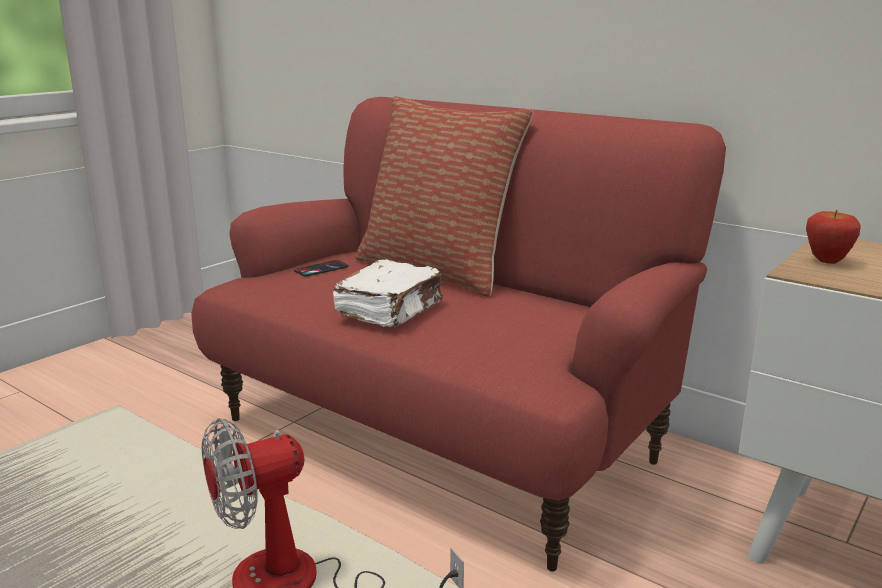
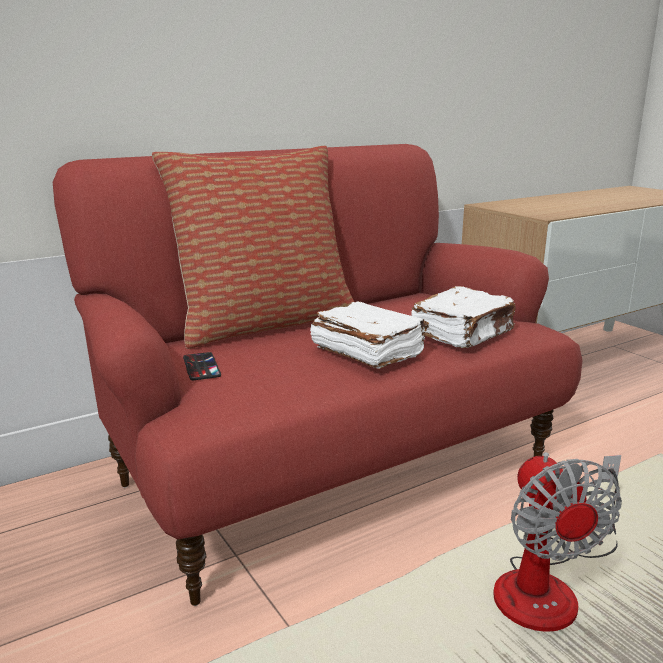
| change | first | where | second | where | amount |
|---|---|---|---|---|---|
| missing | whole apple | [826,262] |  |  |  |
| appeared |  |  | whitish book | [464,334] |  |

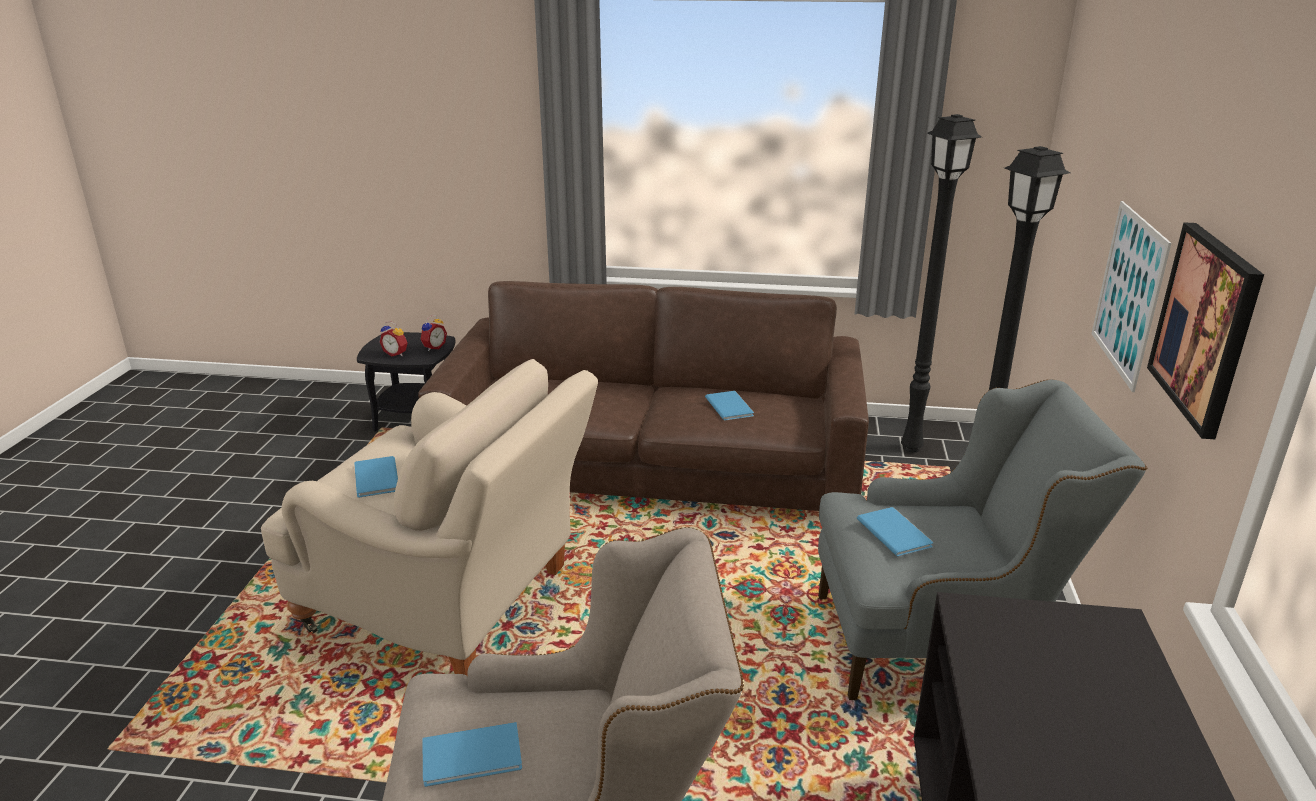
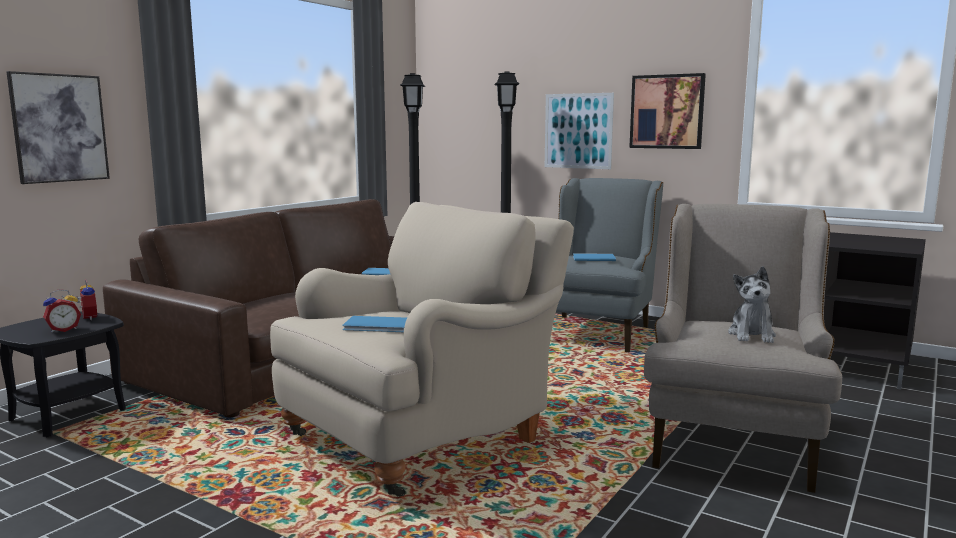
| change | first | where | second | where | amount |
|---|---|---|---|---|---|
| appeared |  |  | wall picture | [59,128] |  |
| exchanged | blue book | [474,757] | cuddly toy | [752,335] |  |

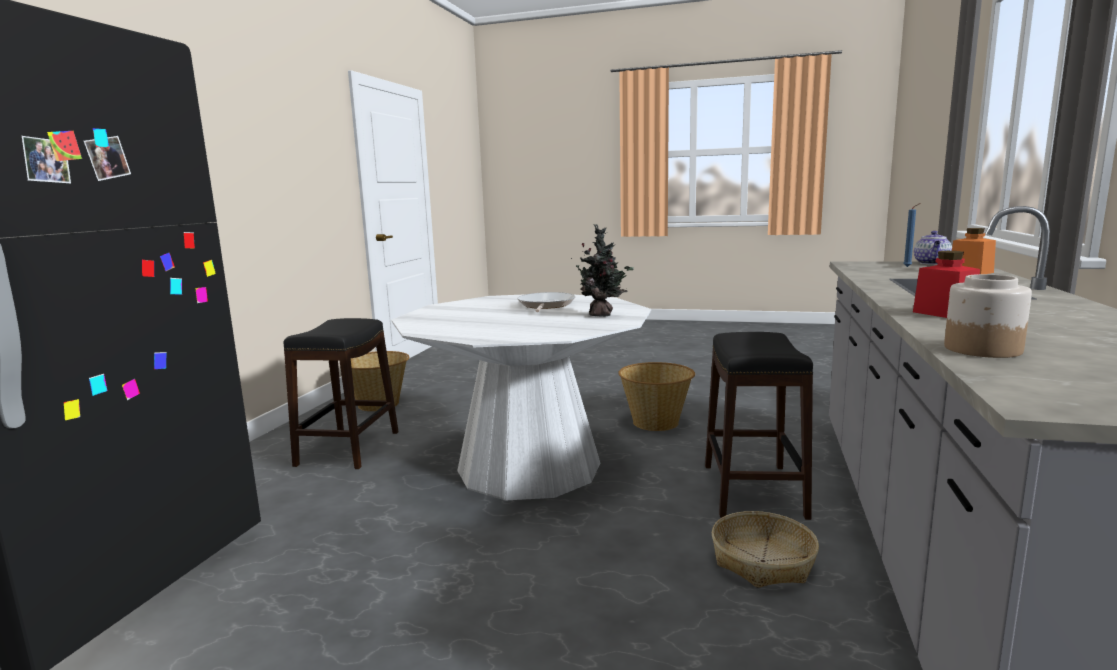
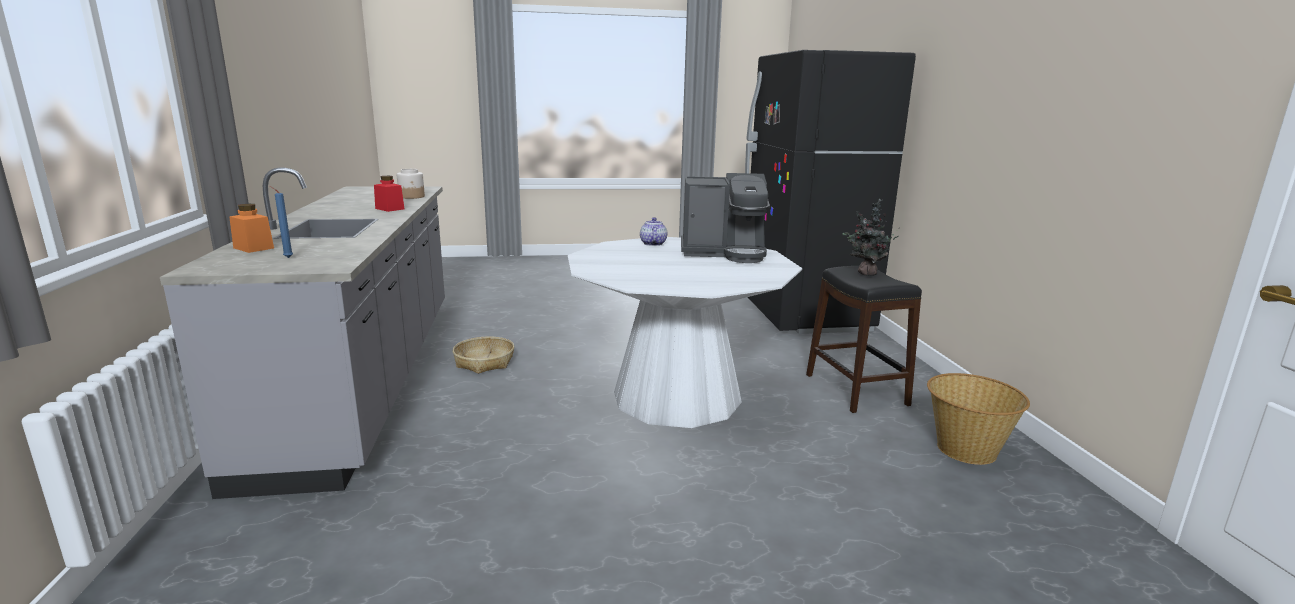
| change | first | where | second | where | amount |
|---|---|---|---|---|---|
| missing | skillet | [545,305] |  |  |  |
| missing | household basket | [656,423] |  |  |  |
| missing | black sitting stool | [754,490] |  |  |  |
| appeared |  |  | coffee maker | [724,253] |  |
| relocated | potted plant | [603,315] |  | [865,274] |  |
| relocated | pot for tea | [932,263] |  | [652,244] |  |

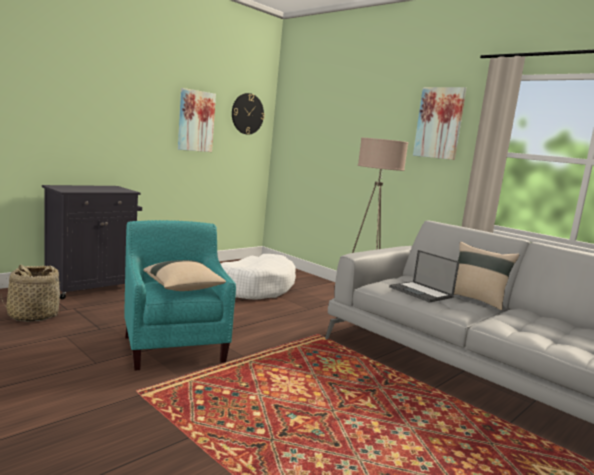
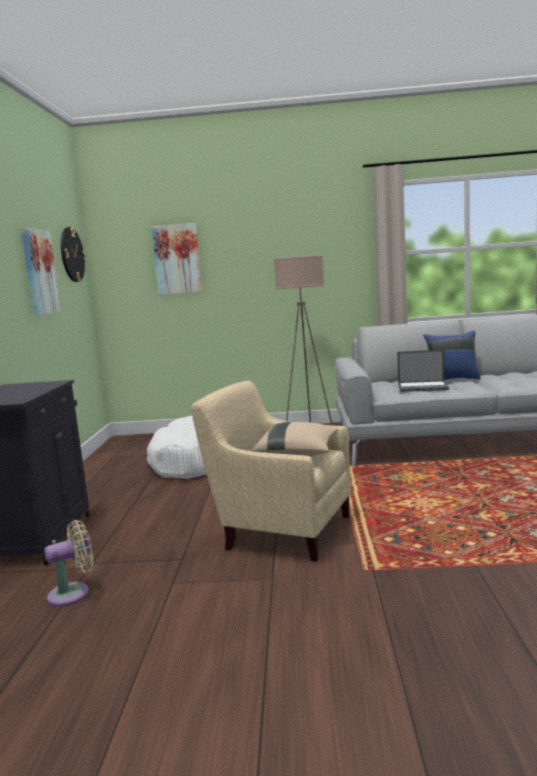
| change | first | where | second | where | amount |
|---|---|---|---|---|---|
| relocated | wall picture | [439,123] |  | [177,259] |  |
| exchanged | household basket | [33,315] | sand-coloured cooling fan | [73,593] |  |
| colour | turquoise-coloured lounge chair | [175,345] | sand-coloured lounge chair | [282,529] |  |
| colour | sand-coloured throw pillow | [476,300] | blue throw pillow | [452,379] |  |

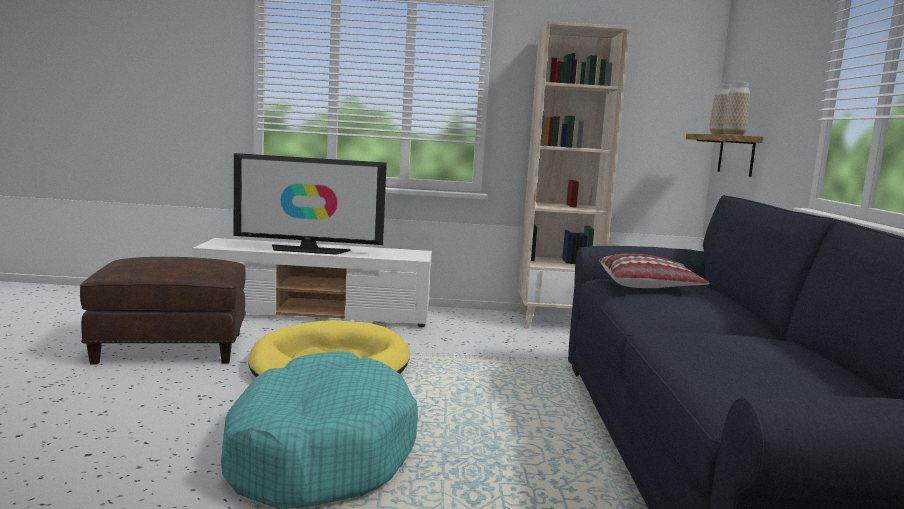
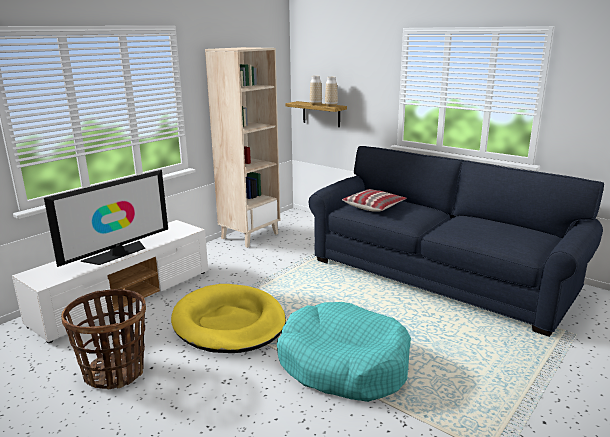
| change | first | where | second | where | amount |
|---|---|---|---|---|---|
| exchanged | brown-coloured footrest | [172,347] | household basket | [115,372] |  |

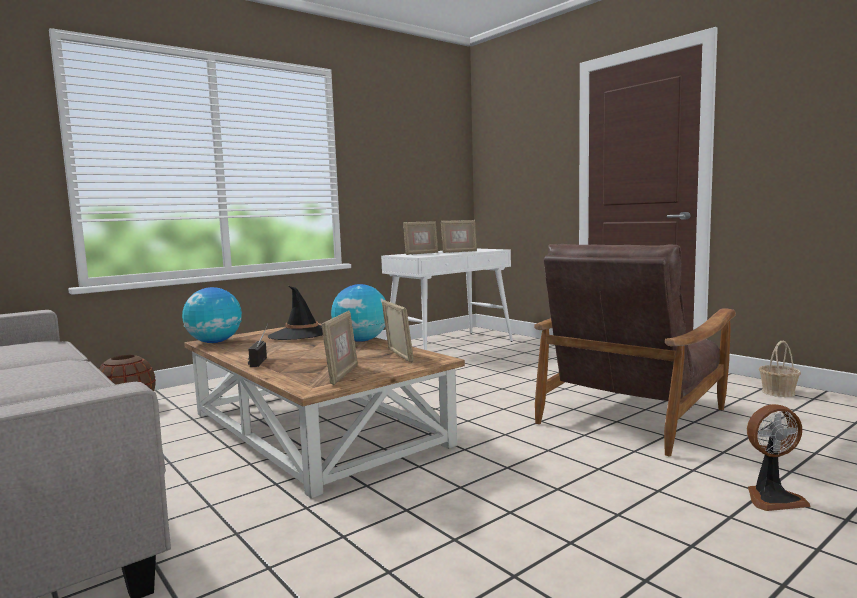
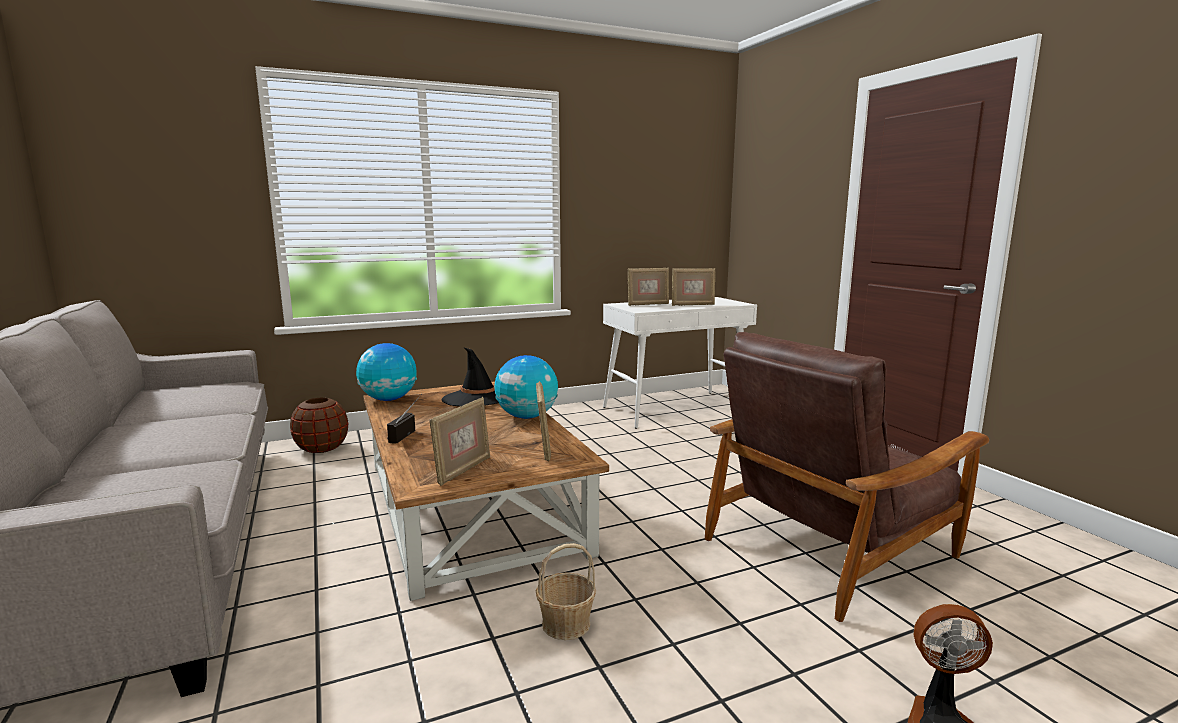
| change | first | where | second | where | amount |
|---|---|---|---|---|---|
| relocated | household basket | [778,392] |  | [565,624] |  |

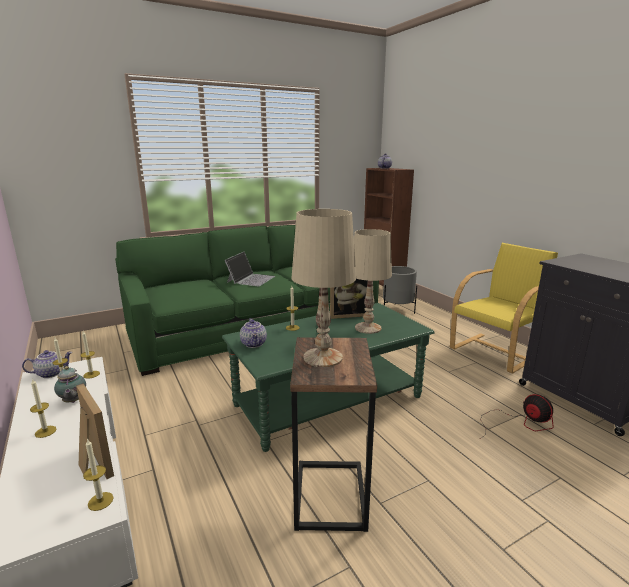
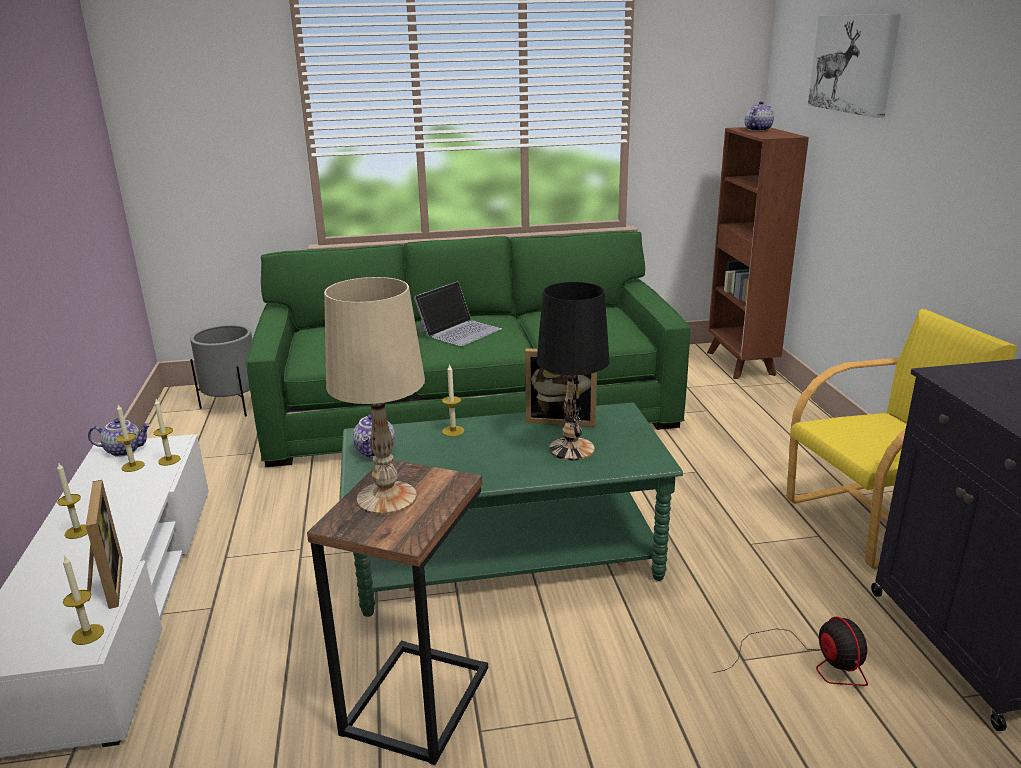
| change | first | where | second | where | amount |
|---|---|---|---|---|---|
| missing | pot for tea | [73,401] |  |  |  |
| appeared |  |  | wall picture | [854,63] |  |
| relocated | greyish plant pot | [397,310] |  | [233,405] |  |
| colour | sand-coloured table lamp | [367,328] | black table lamp | [571,449] |  |

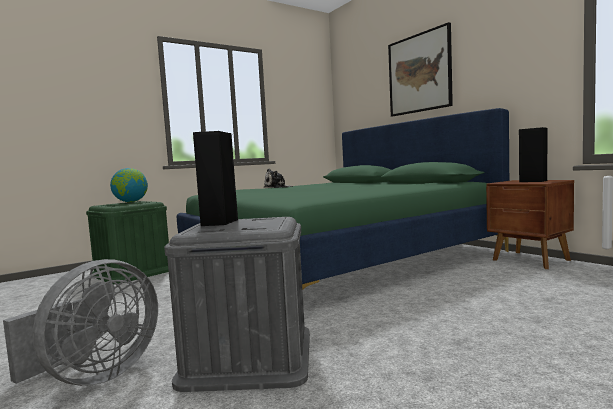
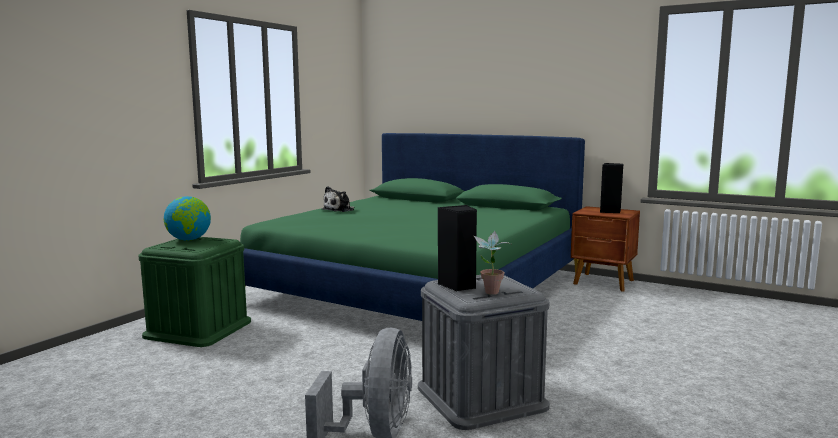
| change | first | where | second | where | amount |
|---|---|---|---|---|---|
| missing | wall picture | [419,73] |  |  |  |
| appeared |  |  | potted plant | [490,294] |  |

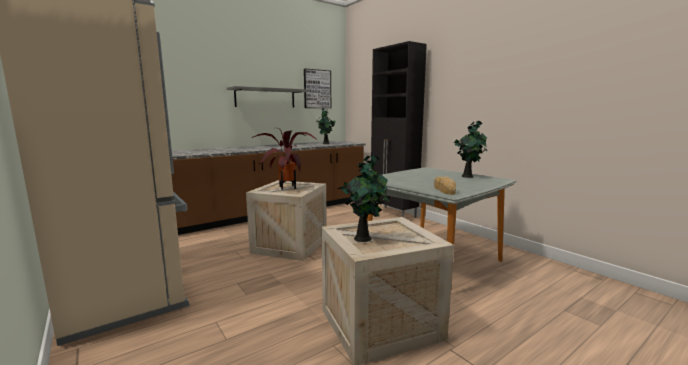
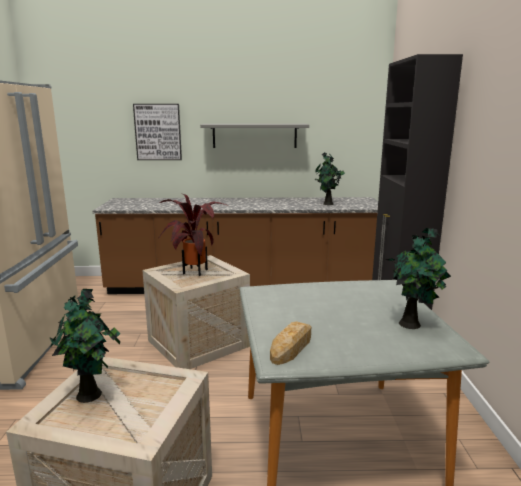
| change | first | where | second | where | amount |
|---|---|---|---|---|---|
| relocated | wall picture | [317,89] |  | [158,132] |  |

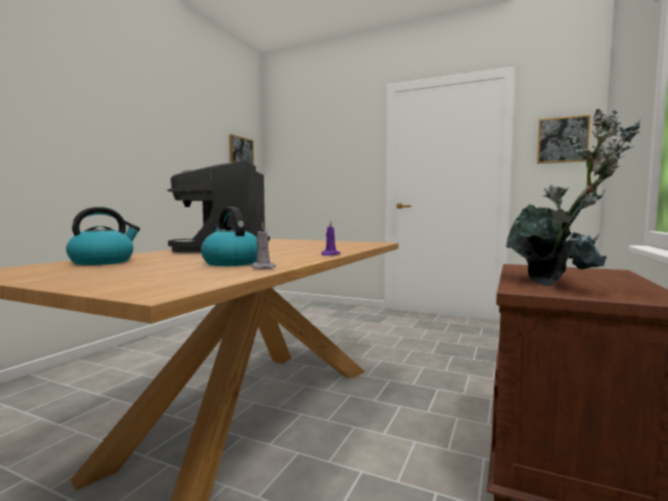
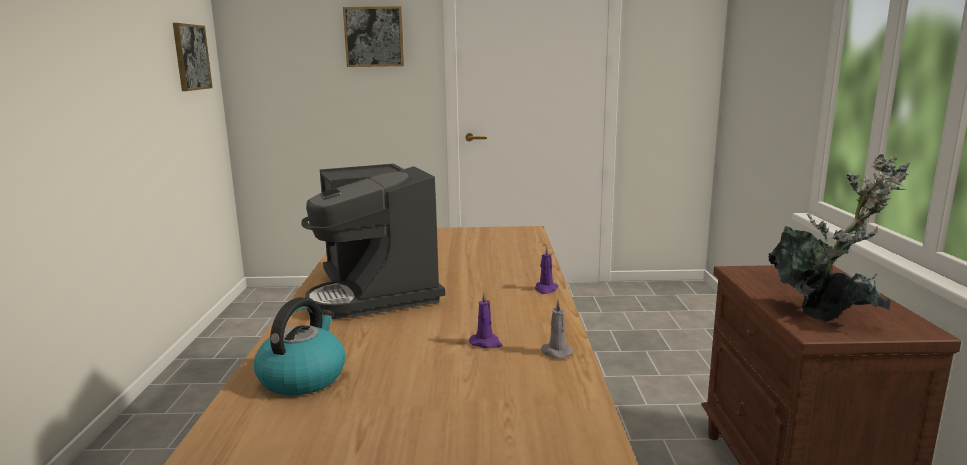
| change | first | where | second | where | amount |
|---|---|---|---|---|---|
| relocated | wall picture | [562,140] |  | [374,37] |  |
| exchanged | tea kettle | [231,263] | purple wax candle | [486,343] |  |

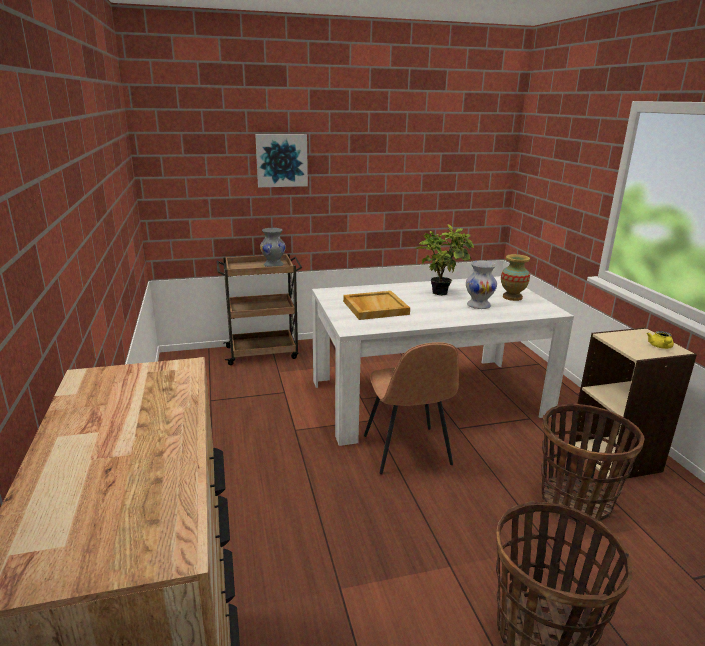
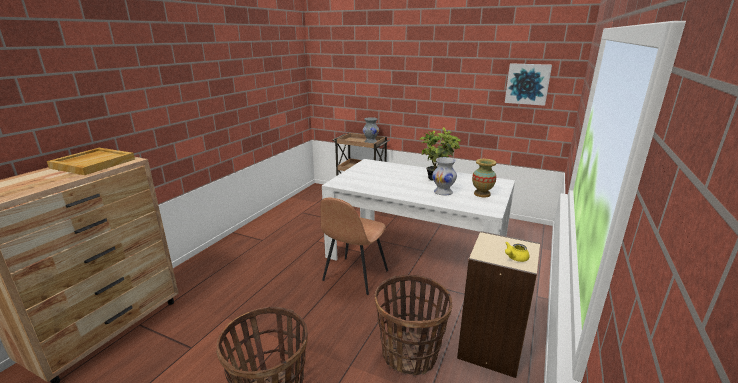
| change | first | where | second | where | amount |
|---|---|---|---|---|---|
| relocated | wall picture | [281,160] |  | [527,84] |  |
| relocated | sand-coloured carrying tray | [375,307] |  | [93,163] |  |

